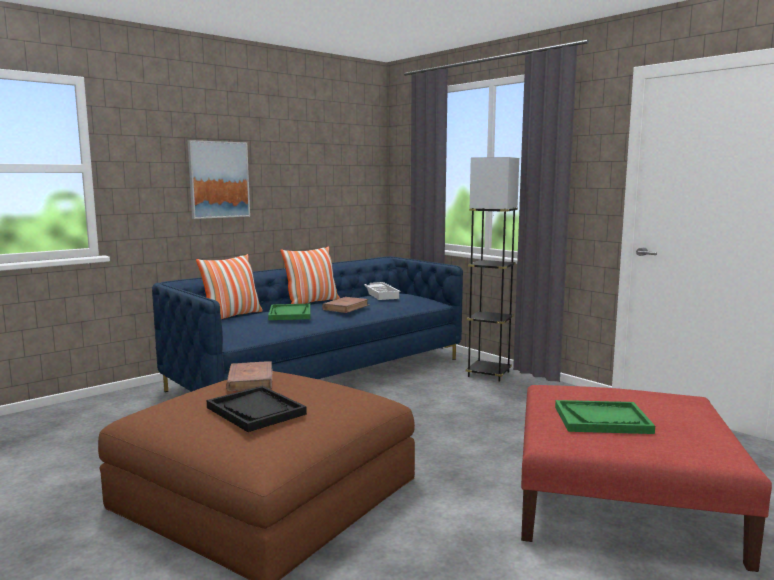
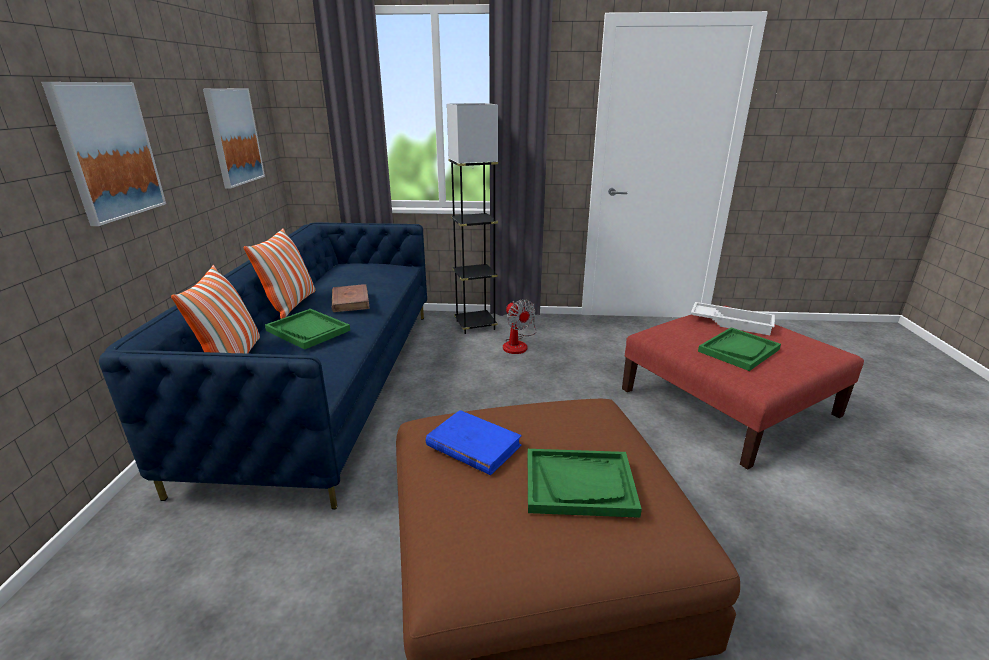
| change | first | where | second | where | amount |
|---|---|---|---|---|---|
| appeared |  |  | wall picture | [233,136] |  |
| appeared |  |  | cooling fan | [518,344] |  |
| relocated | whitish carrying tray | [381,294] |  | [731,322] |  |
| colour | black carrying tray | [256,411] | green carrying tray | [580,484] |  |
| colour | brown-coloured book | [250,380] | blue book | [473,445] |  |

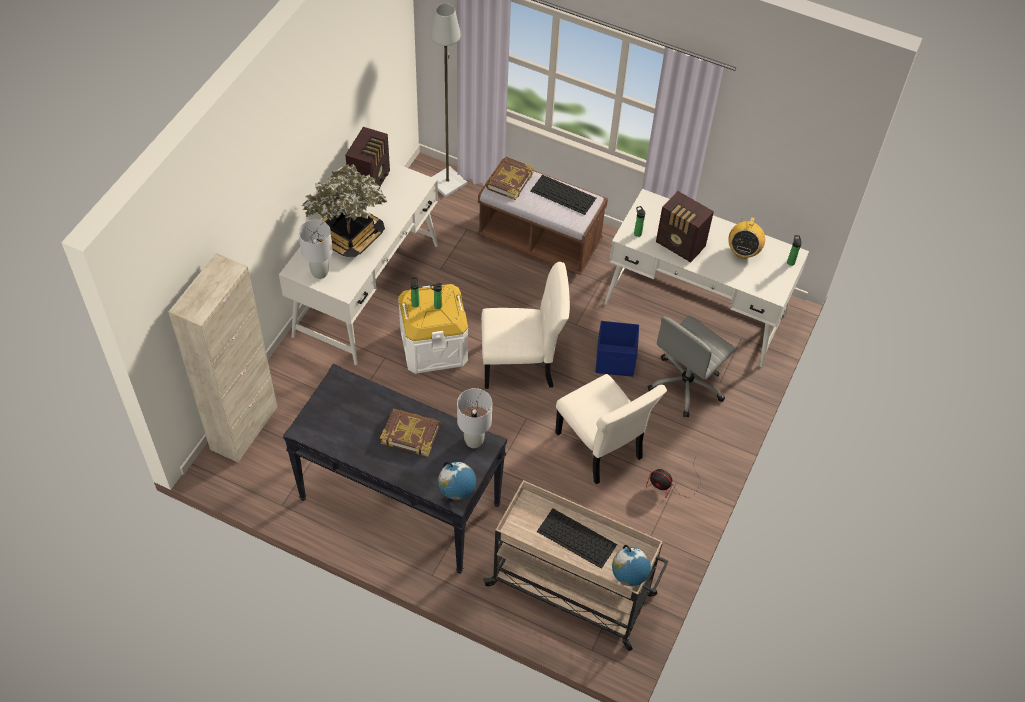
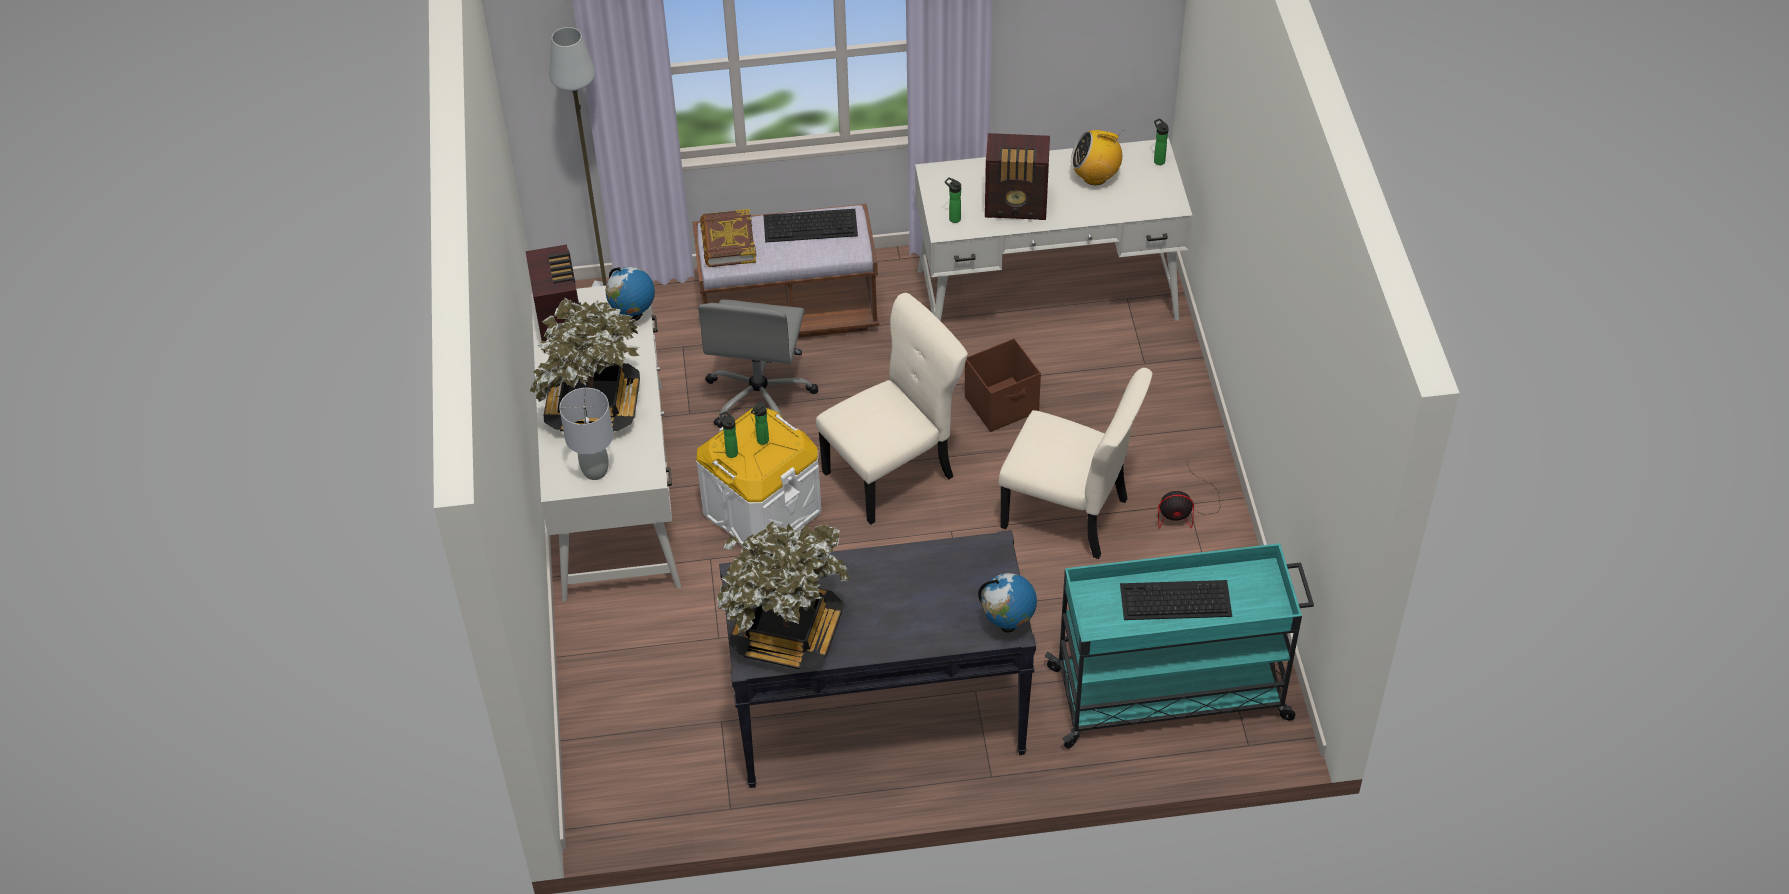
| change | first | where | second | where | amount |
|---|---|---|---|---|---|
| missing | sand-coloured storage cabinet | [244,428] |  |  |  |
| missing | book | [410,434] |  |  |  |
| missing | greyish table lamp | [474,441] |  |  |  |
| appeared |  |  | potted plant | [786,633] |  |
| relocated | world globe | [628,579] |  | [633,316] |  |
| relocated | greyish office chair | [686,385] |  | [760,396] |  |
| colour | sand-coloured wheeled cart | [572,590] | turquoise-coloured wheeled cart | [1172,693] |  |
| colour | blue storage container | [615,361] | brown-coloured storage container | [1002,405] |  |
| spun | radio | [743,251] |  | [1095,176] | 105 degrees clockwise |

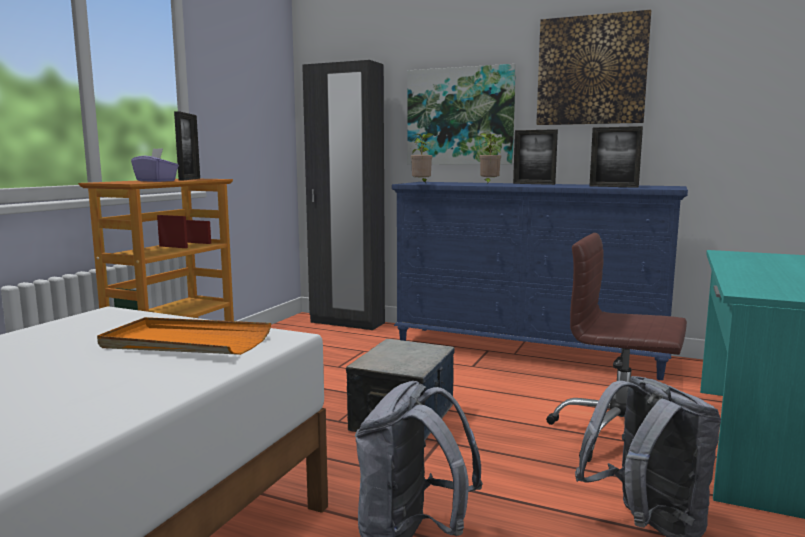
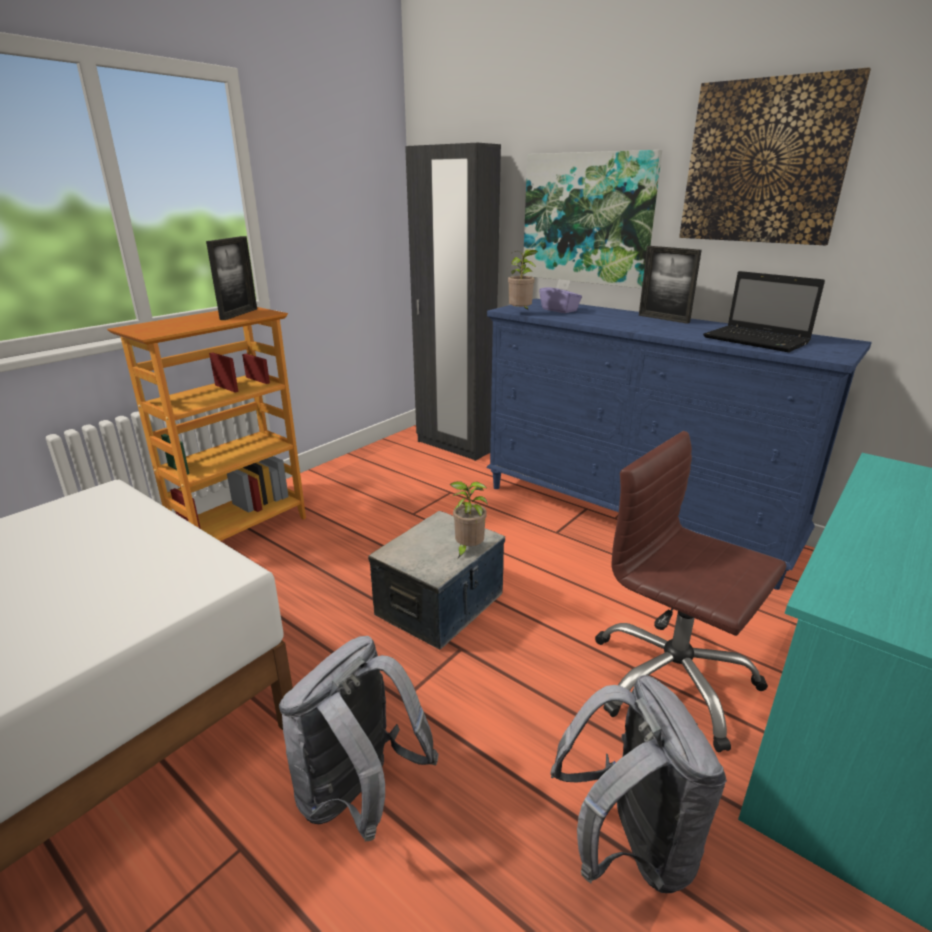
| change | first | where | second | where | amount |
|---|---|---|---|---|---|
| missing | orange-coloured carrying tray | [185,342] |  |  |  |
| relocated | purple tissue holder | [156,181] |  | [559,310] |  |
| relocated | potted plant | [489,184] |  | [468,550] |  |
| exchanged | photo frame | [613,186] | laptop | [758,341] |  |

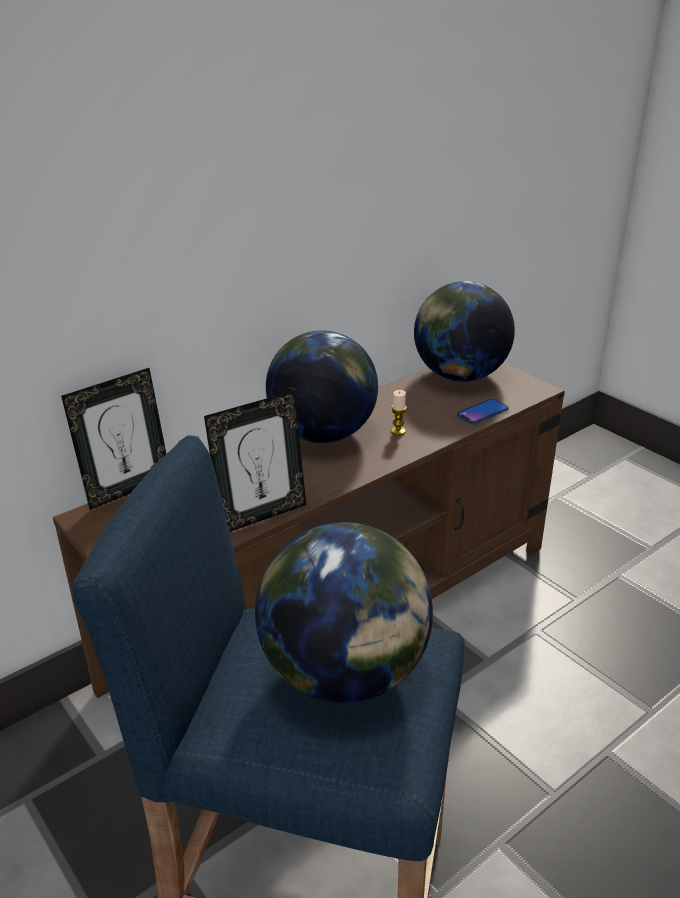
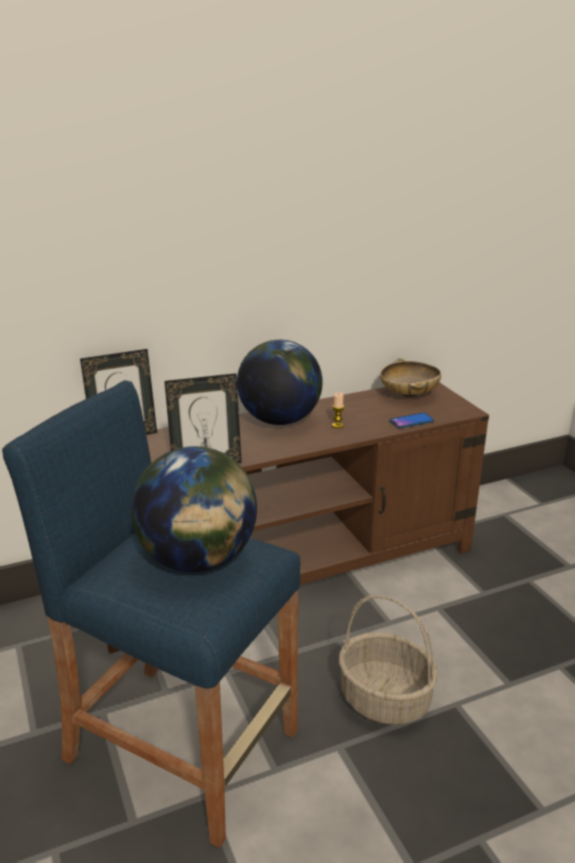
| change | first | where | second | where | amount |
|---|---|---|---|---|---|
| appeared |  |  | household basket | [383,700] |  |
| exchanged | world globe | [459,375] | sand-coloured deep dish | [409,394] |  |

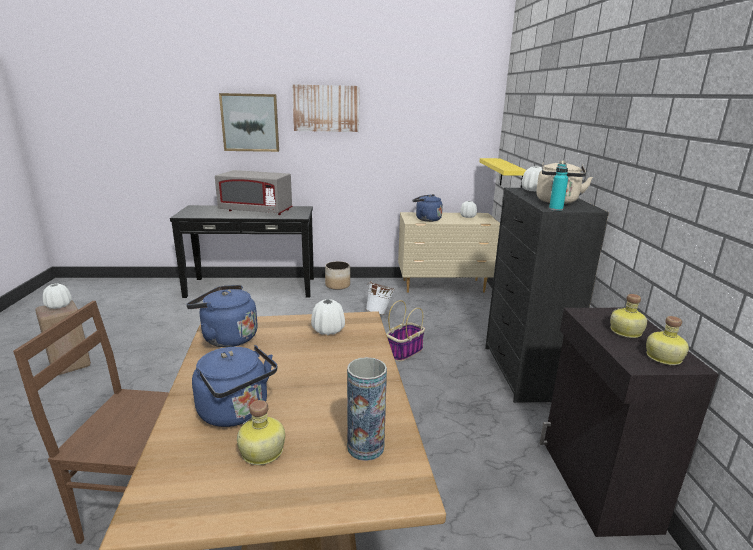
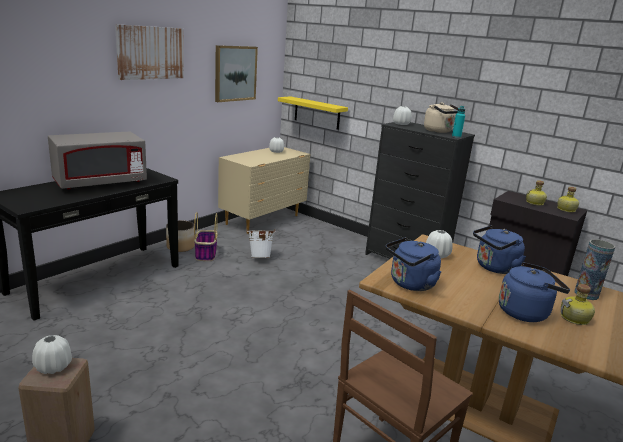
| change | first | where | second | where | amount |
|---|---|---|---|---|---|
| relocated | wall picture | [250,122] |  | [235,73] |  |
| relocated | household basket | [404,351] |  | [206,254] |  |
| relocated | blue tea kettle | [426,219] |  | [494,268] |  |

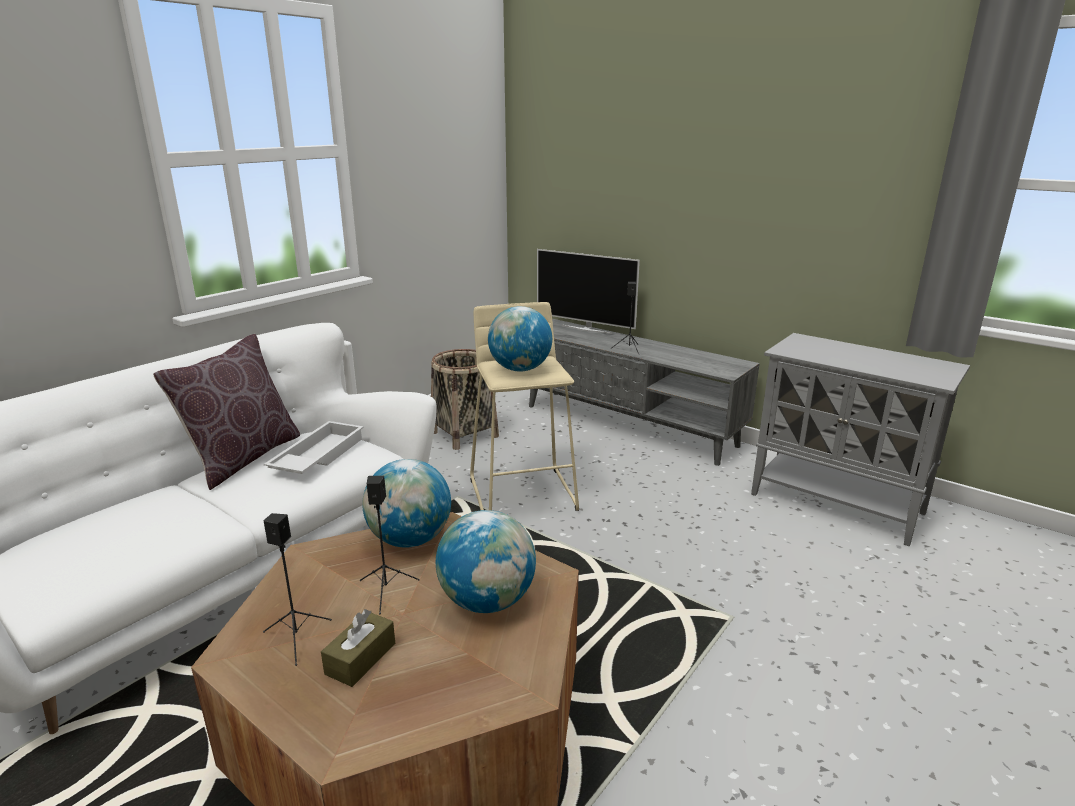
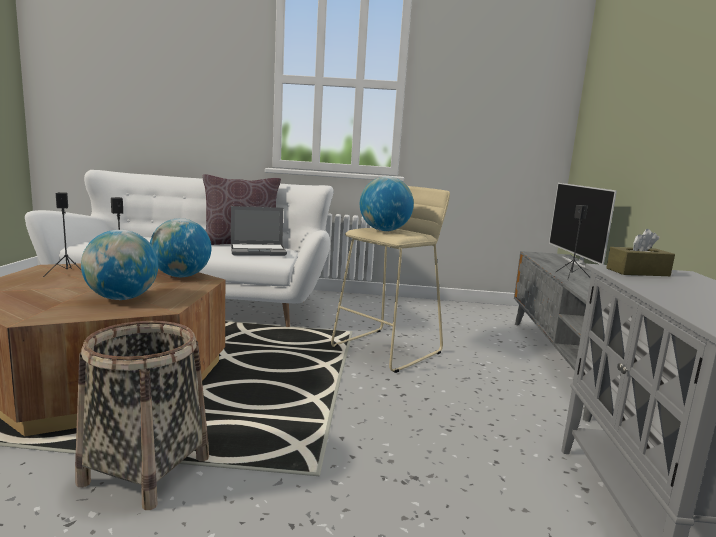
| change | first | where | second | where | amount |
|---|---|---|---|---|---|
| relocated | brown-coloured tissue holder | [360,658] |  | [637,272] |  |
| relocated | household basket | [464,434] |  | [145,470] |  |
| exchanged | whitish carrying tray | [317,456] | laptop | [258,251] |  |

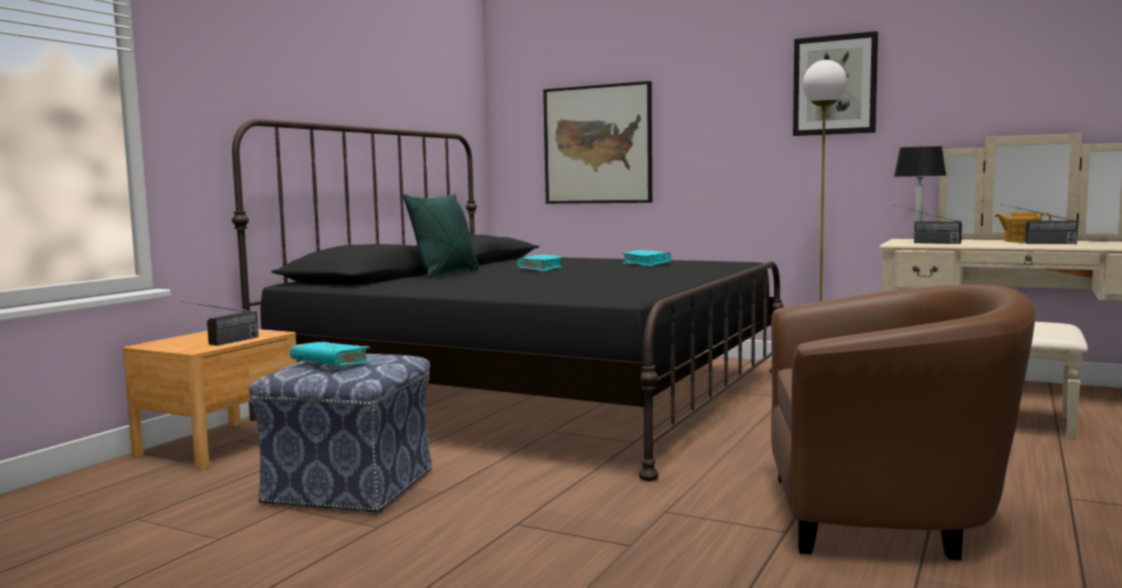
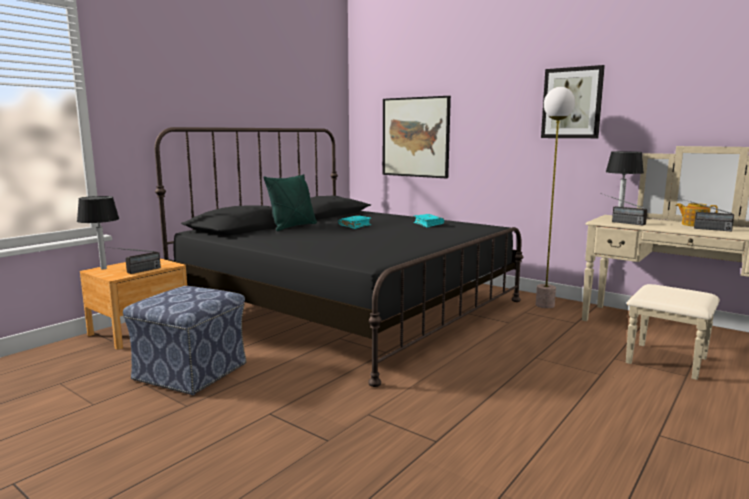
| change | first | where | second | where | amount |
|---|---|---|---|---|---|
| missing | turquoise-coloured book | [330,364] |  |  |  |
| missing | brown-coloured lounge chair | [886,516] |  |  |  |
| appeared |  |  | table lamp | [103,268] |  |

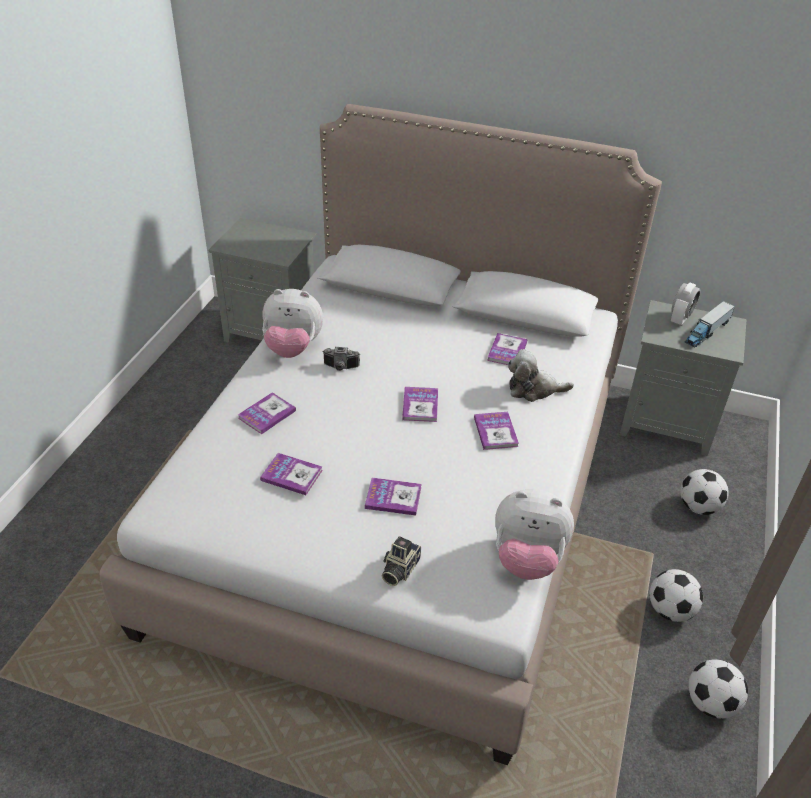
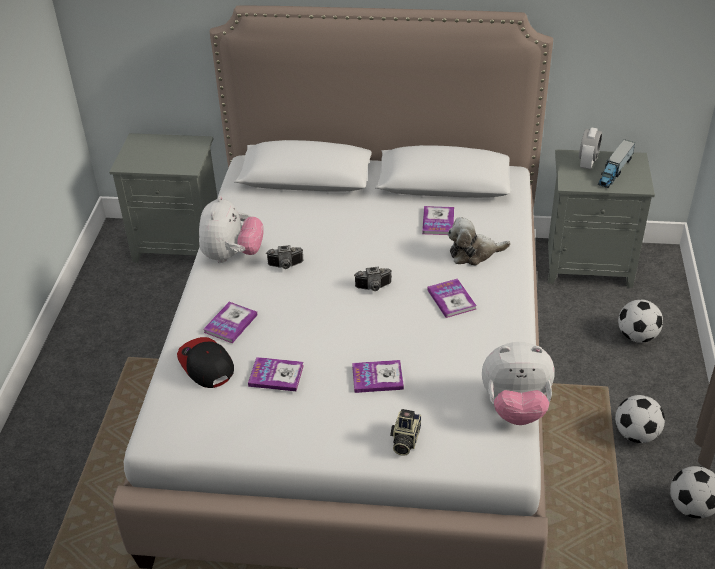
| change | first | where | second | where | amount |
|---|---|---|---|---|---|
| appeared |  |  | baseball cap | [205,364] |  |
| exchanged | book | [420,405] | photo camera | [374,288] |  |
| spun | cuddly toy | [293,348] |  | [232,255] | 75 degrees counterclockwise |

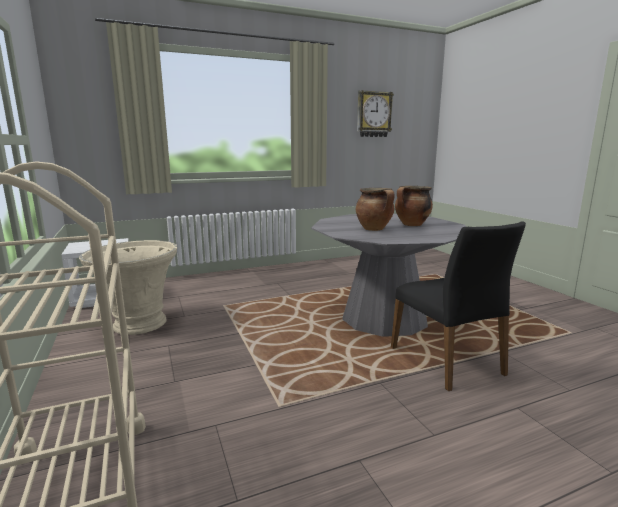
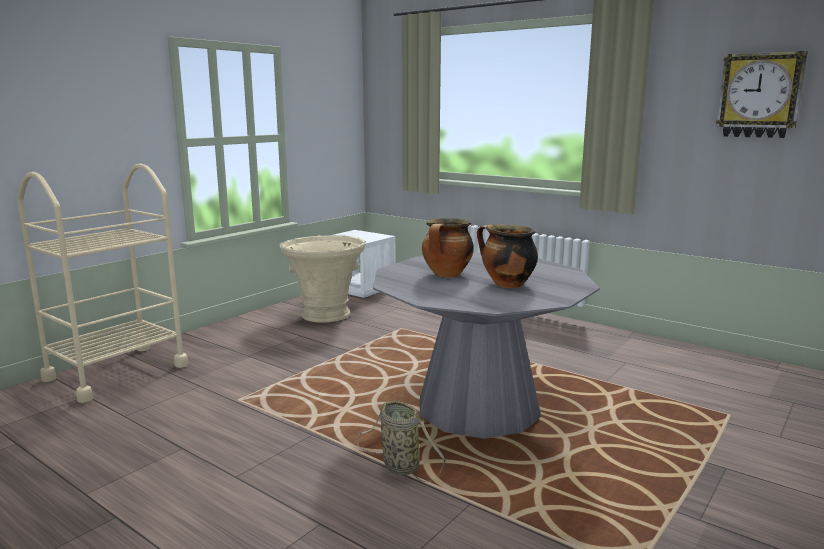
| change | first | where | second | where | amount |
|---|---|---|---|---|---|
| exchanged | black plain chair | [448,361] | household basket | [398,466] |  |

